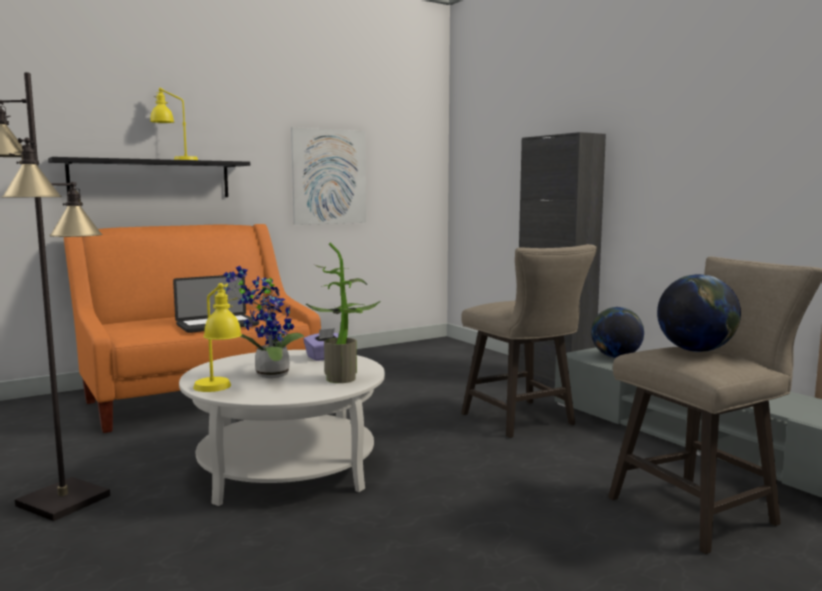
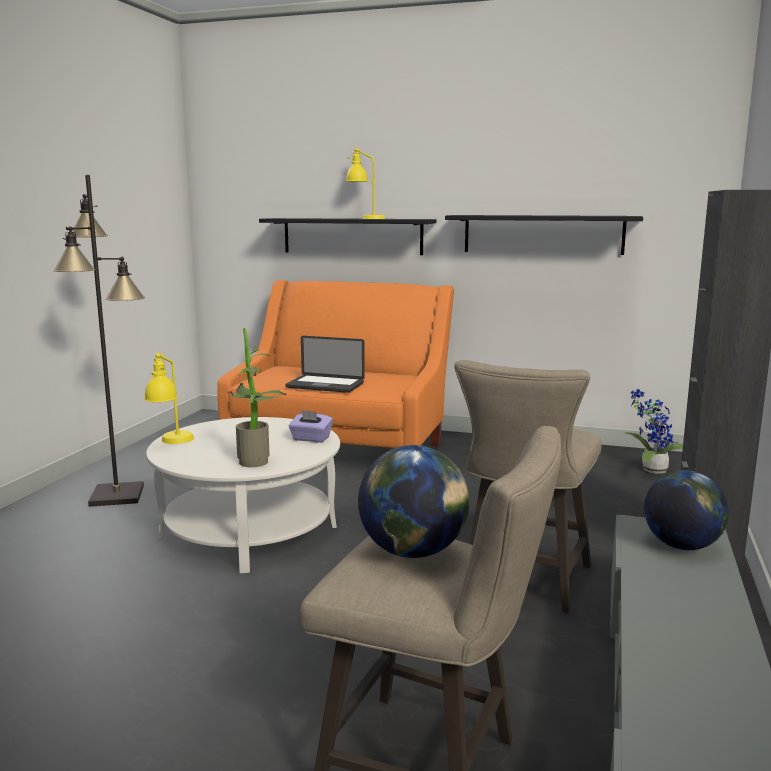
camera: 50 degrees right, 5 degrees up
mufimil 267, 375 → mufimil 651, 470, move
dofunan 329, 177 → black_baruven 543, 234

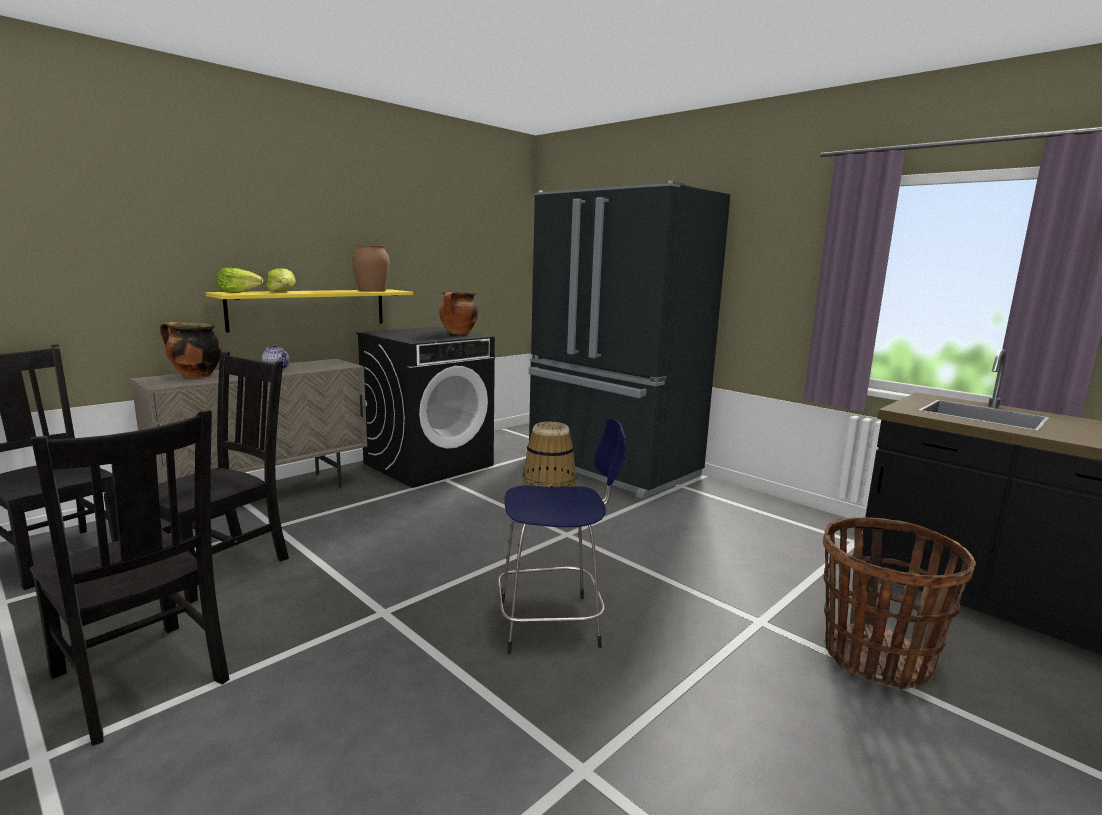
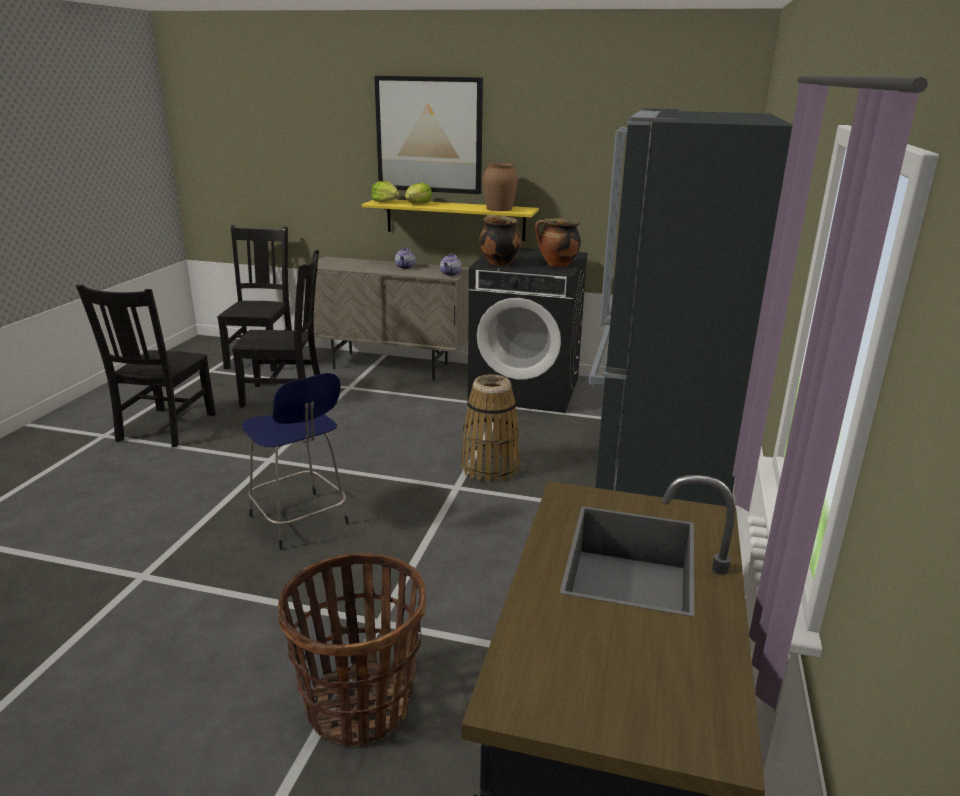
camera: 60 degrees right, 10 degrees up
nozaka 195, 375 → nozaka 498, 263, move
- → dofunan 429, 135
- → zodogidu 450, 274

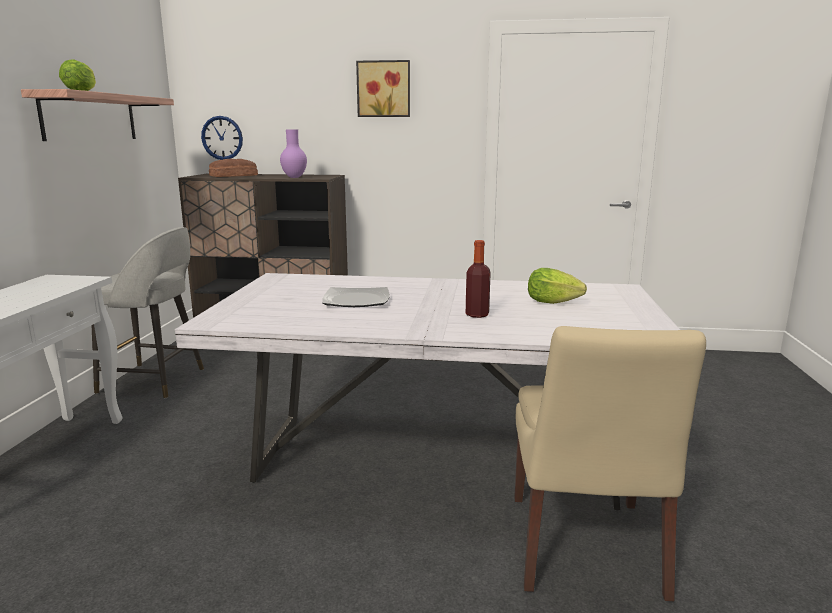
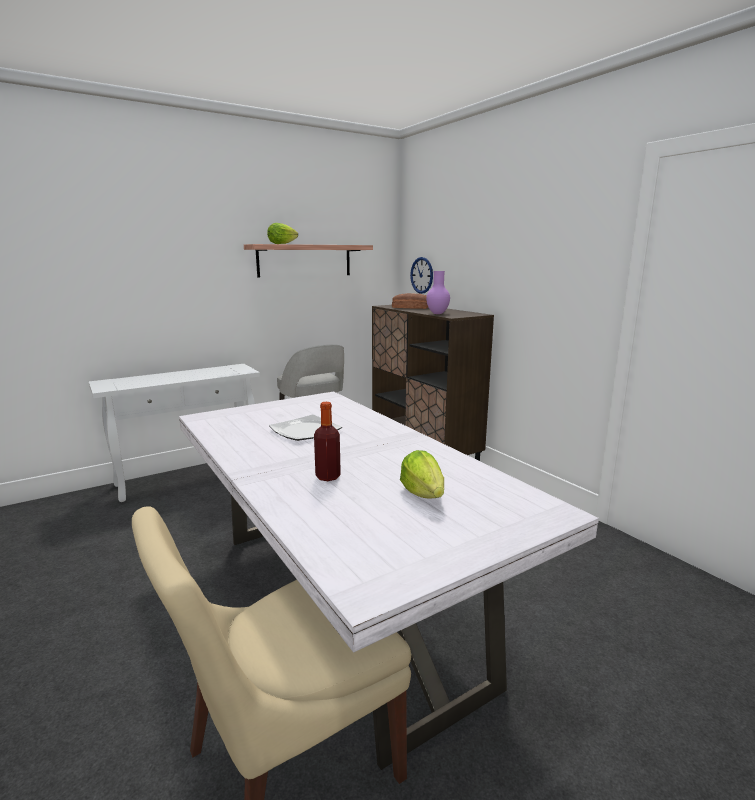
camera: 50 degrees right, 0 degrees up
dofunan 384, 89 → -

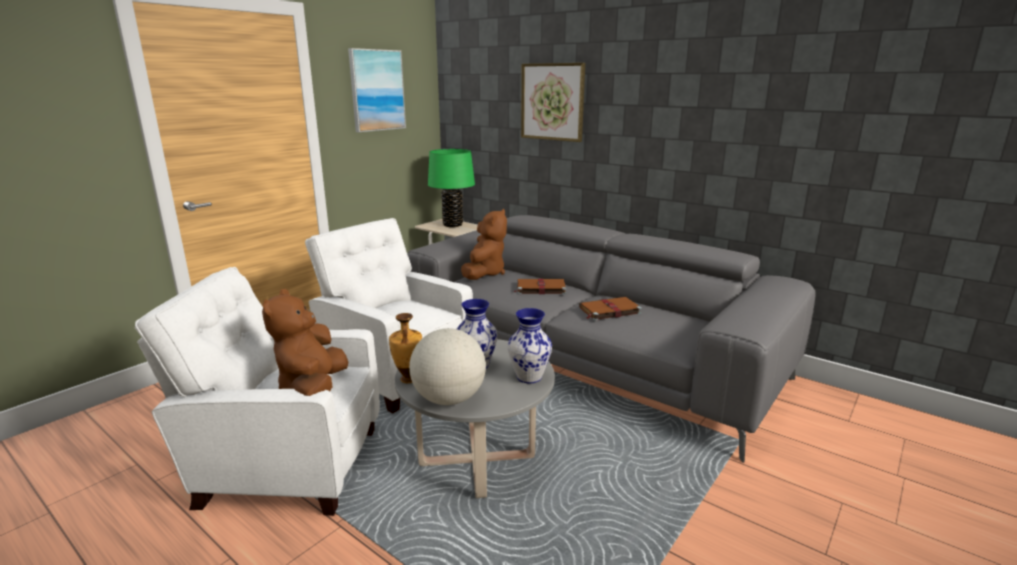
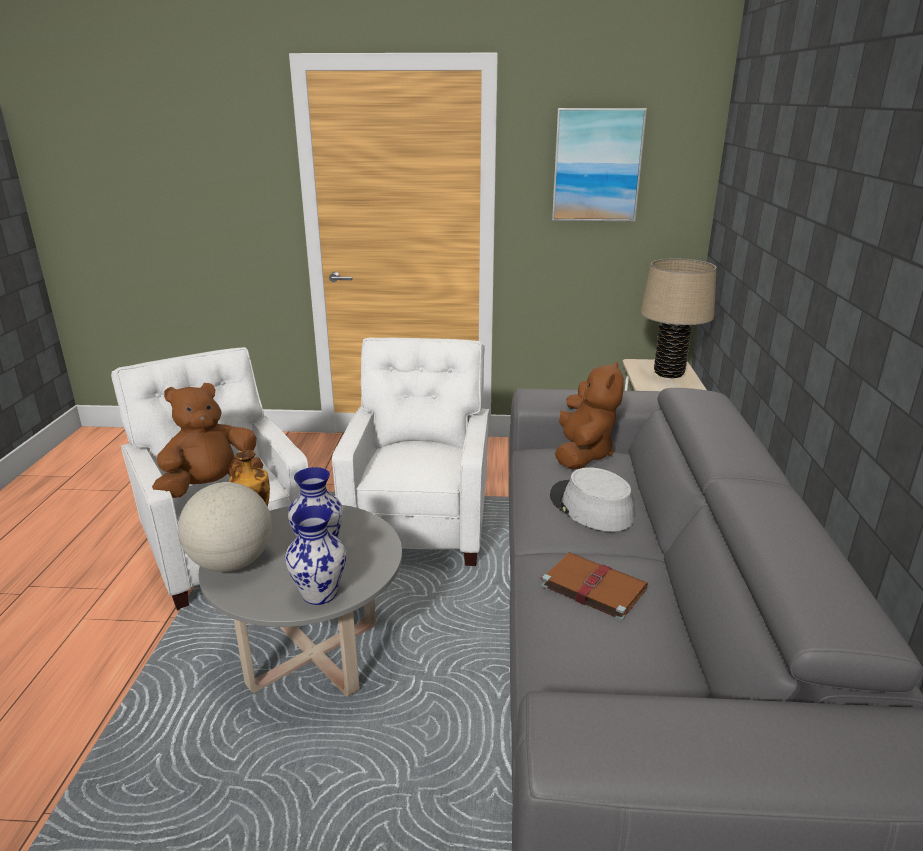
camera: 55 degrees right, 5 degrees up
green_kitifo 452, 225 → beige_kitifo 668, 373
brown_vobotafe 484, 273 → brown_vobotafe 582, 454, 60 degrees counterclockwise
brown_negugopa 540, 288 → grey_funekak 590, 507
dofunan 552, 102 → -

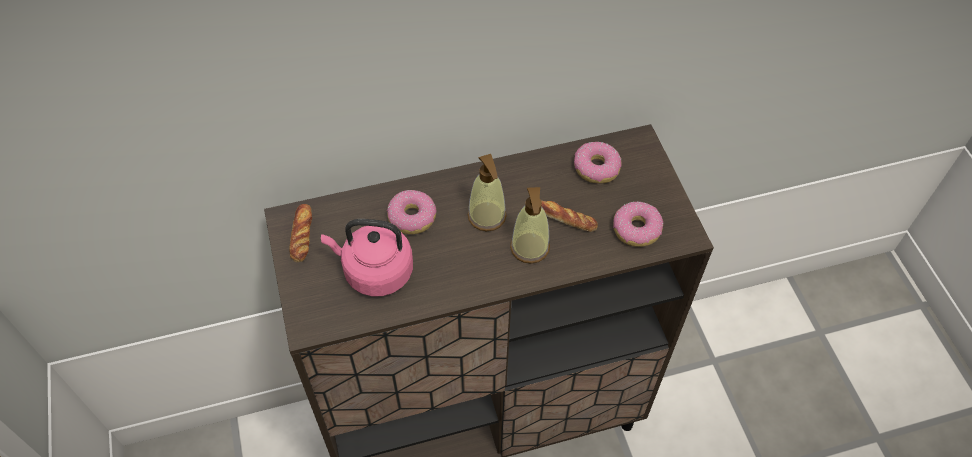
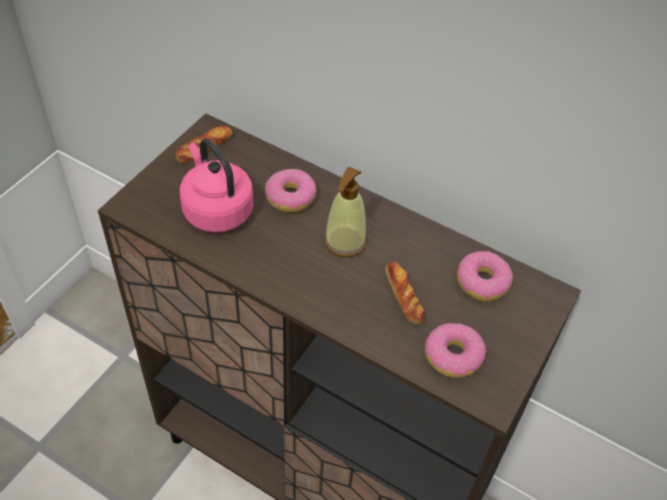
camera: 45 degrees right, 5 degrees down
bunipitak 529, 248 → -

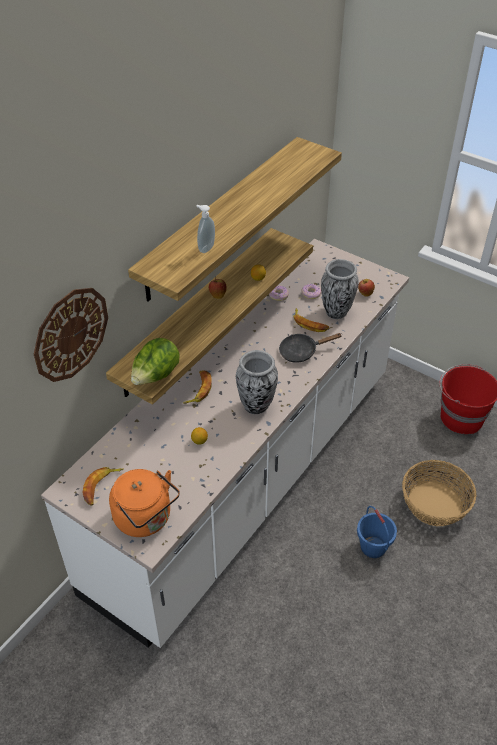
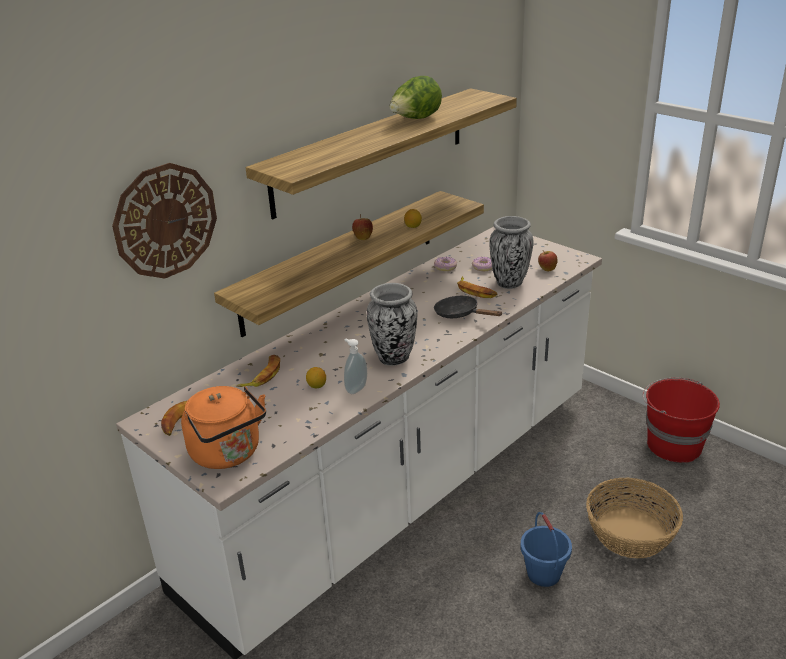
camera: 10 degrees right, 15 degrees down
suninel 156, 376 → suninel 415, 120, move
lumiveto 198, 389 → lumiveto 262, 375, move
bunipitak 205, 248 → bunipitak 355, 389, move
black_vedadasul 301, 351 → black_vedadasul 460, 314, 45 degrees clockwise

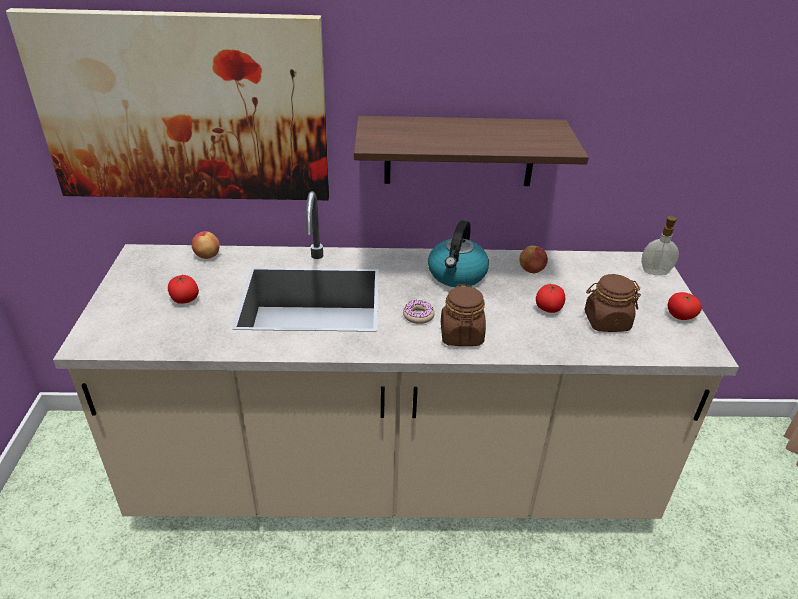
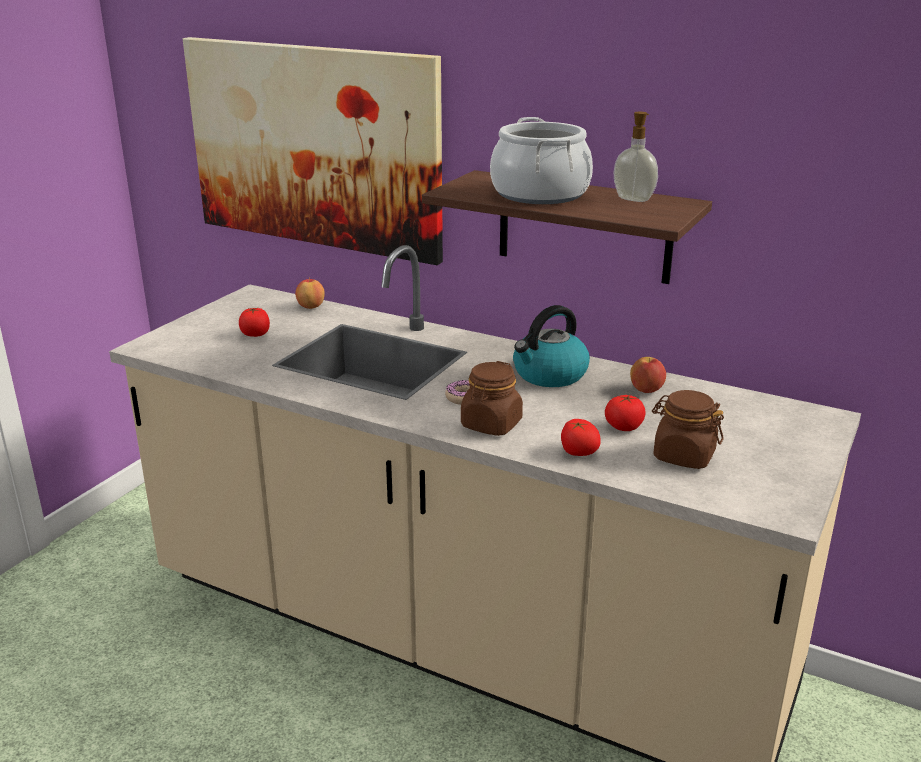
camera: 30 degrees right, 10 degrees down
bunipitak 654, 272 → bunipitak 634, 199, move
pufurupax 680, 316 → pufurupax 578, 452, move
- → nozaka 540, 194

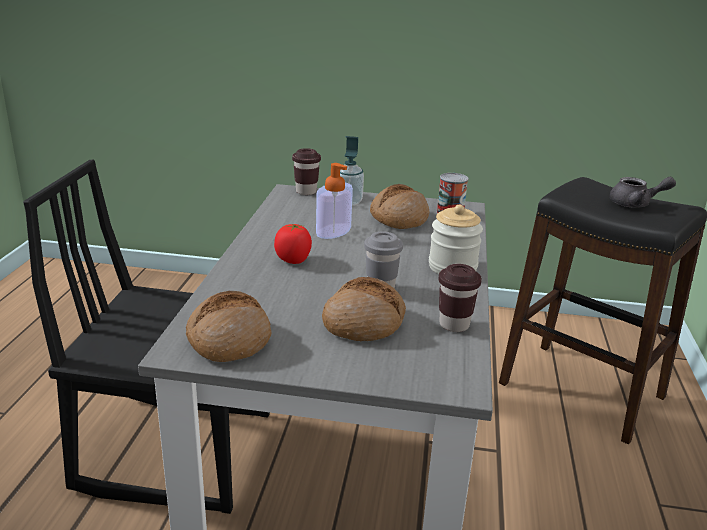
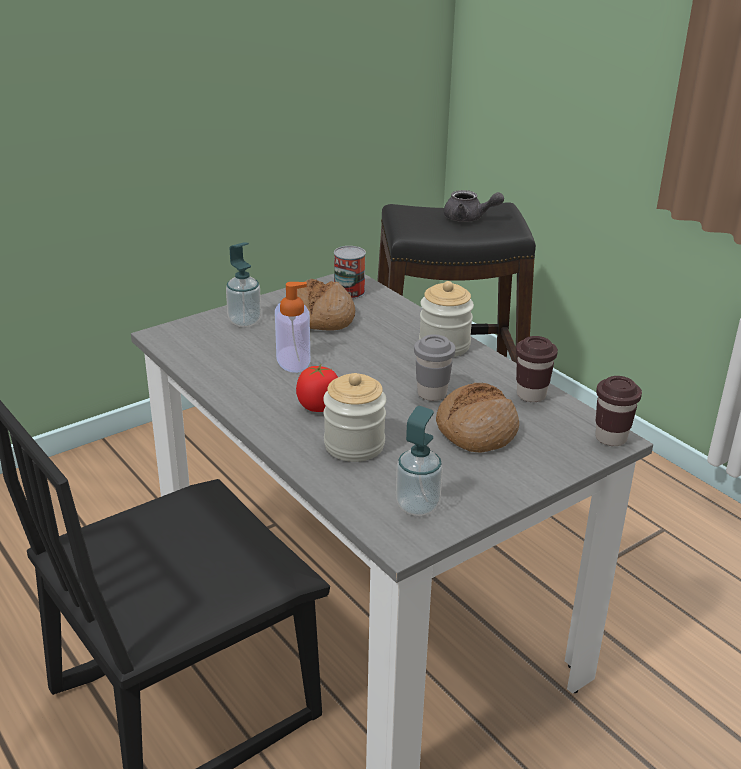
camera: 45 degrees left, 5 degrees up
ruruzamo 229, 339 → bunipitak 417, 506
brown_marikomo 306, 192 → brown_marikomo 611, 438, move
grey_zodogidu 635, 204 → grey_zodogidu 468, 218, 60 degrees clockwise
- → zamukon 354, 445

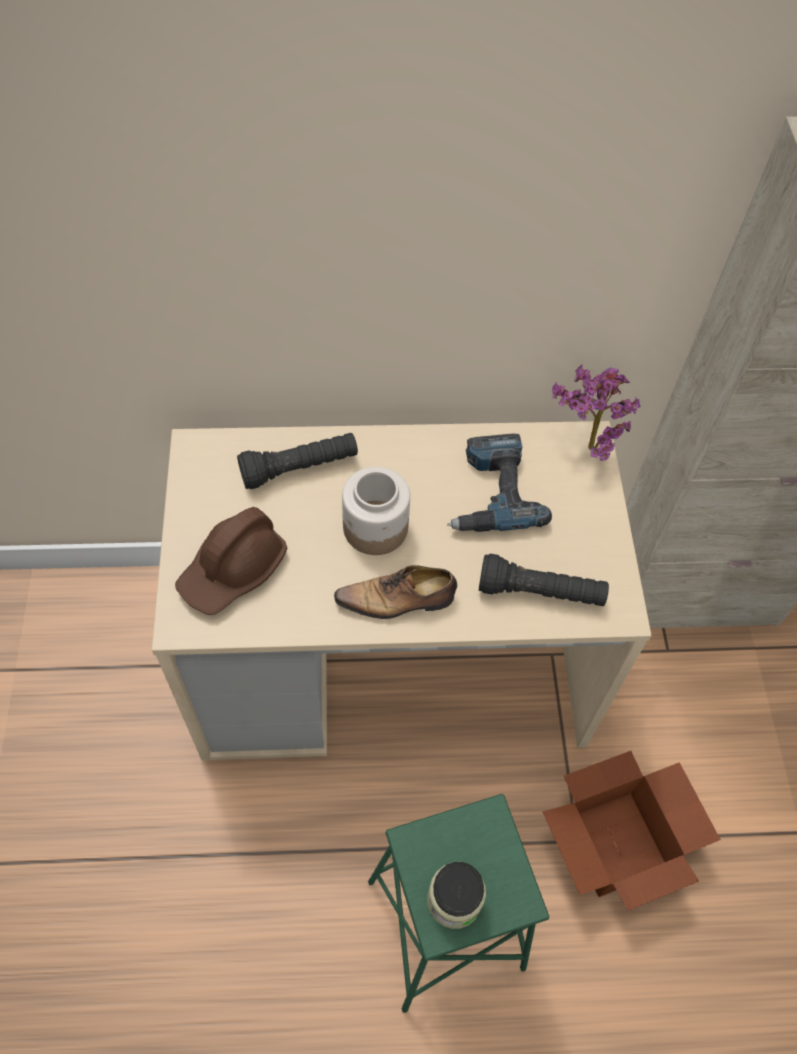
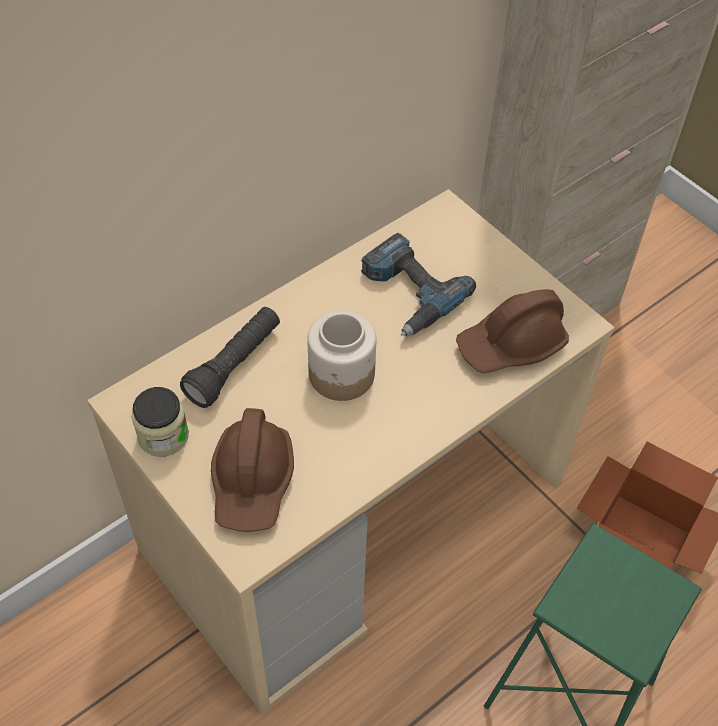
camera: 35 degrees left, 5 degrees down
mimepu 398, 600 → -
zamukon 454, 900 → zamukon 163, 436, move
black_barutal 540, 592 → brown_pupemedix 511, 345
mufimil 585, 444 → -

